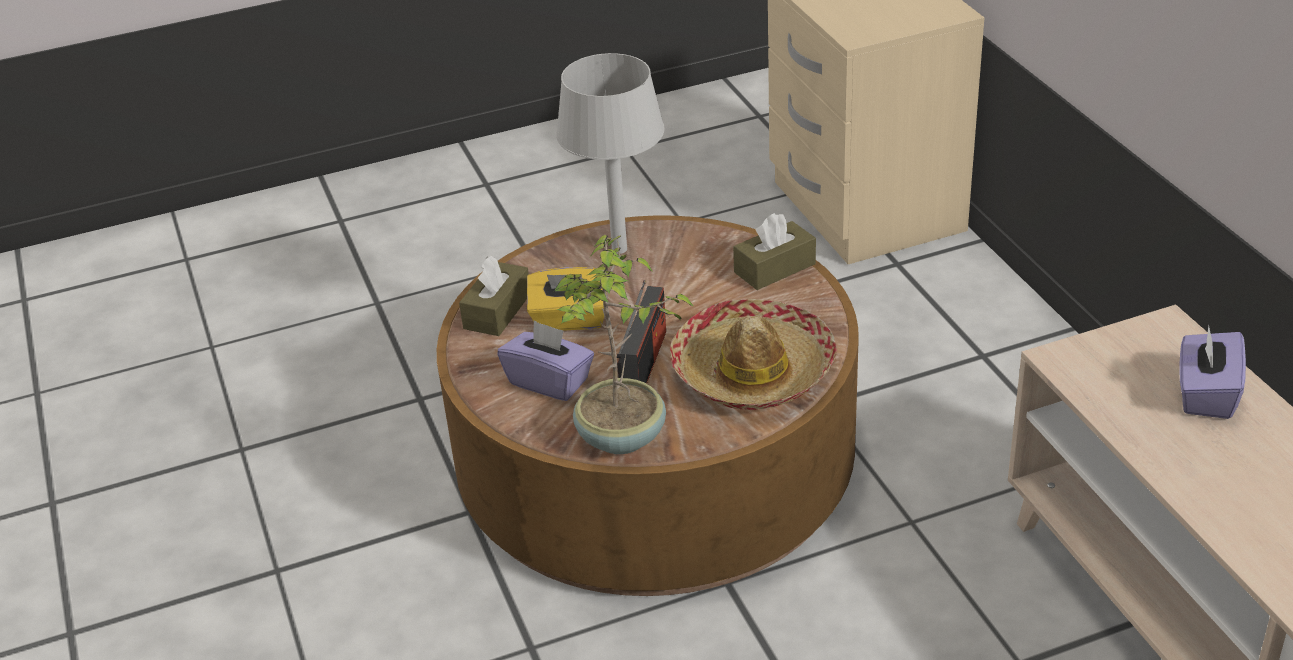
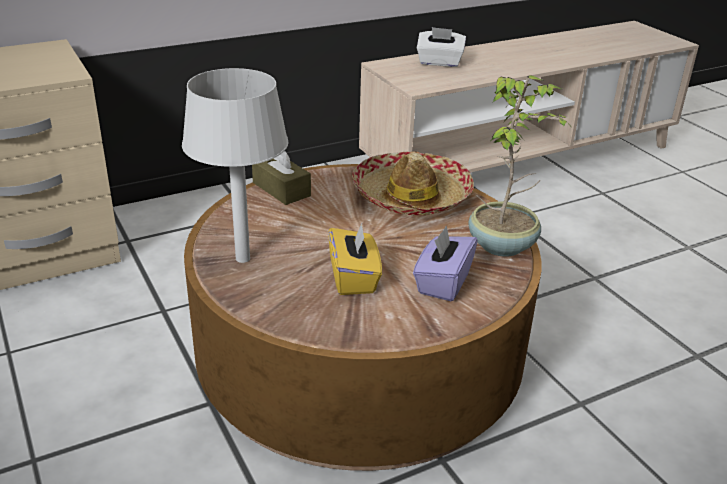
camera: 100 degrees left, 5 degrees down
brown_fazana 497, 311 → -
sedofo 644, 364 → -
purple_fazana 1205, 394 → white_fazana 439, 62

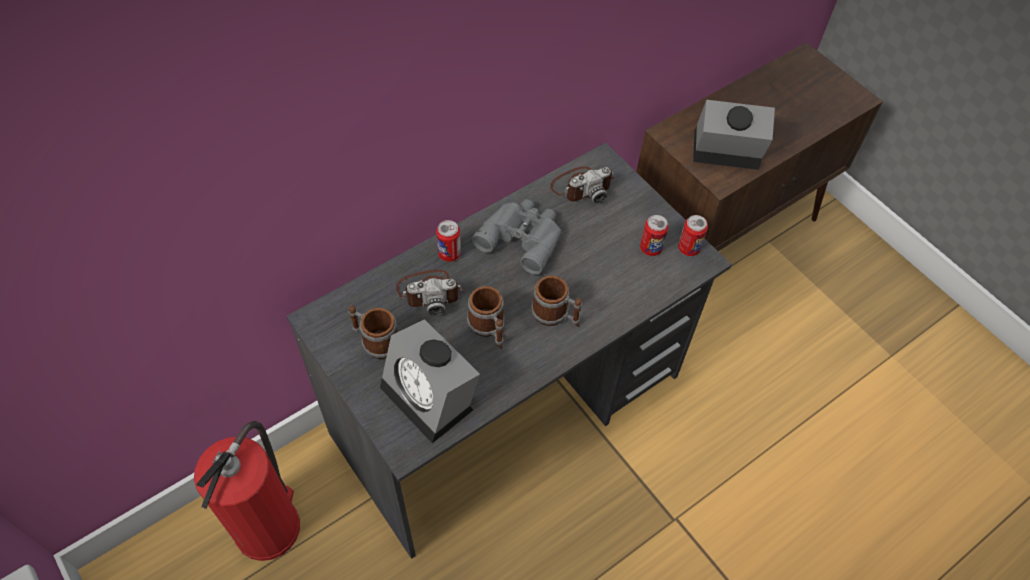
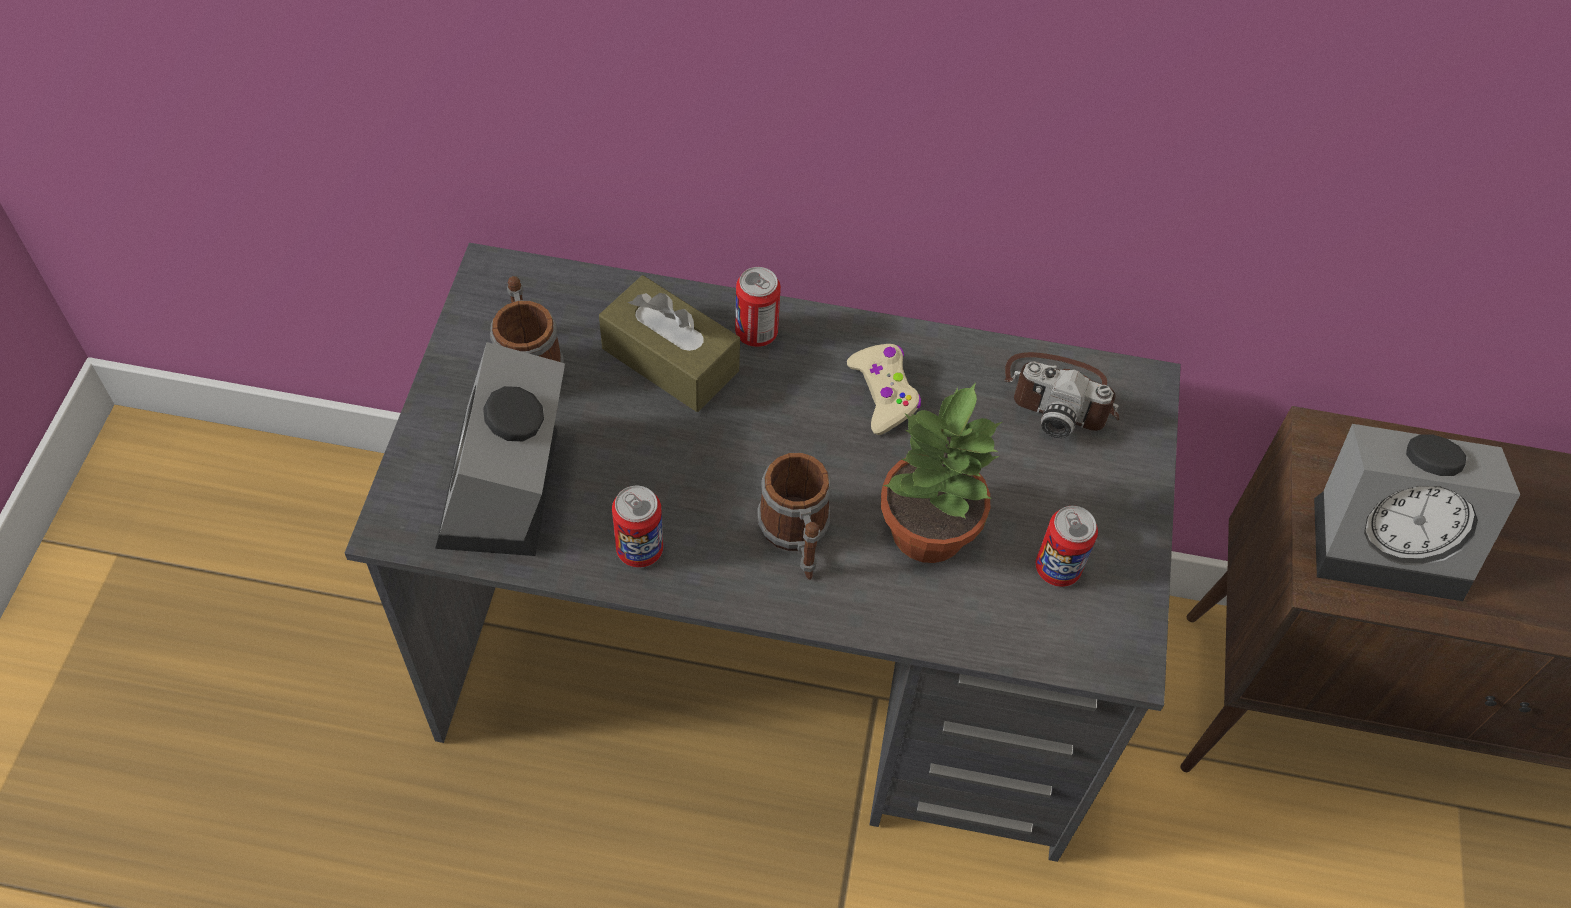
camera: 45 degrees right, 0 degrees up
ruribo 269, 526 → -
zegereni 430, 292 → brown_fazana 670, 360
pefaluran 489, 328 → -
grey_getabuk 522, 237 → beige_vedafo 884, 393
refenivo 688, 248 → refenivo 639, 549, move
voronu 723, 152 → voronu 1391, 542, 135 degrees clockwise
- → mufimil 926, 531

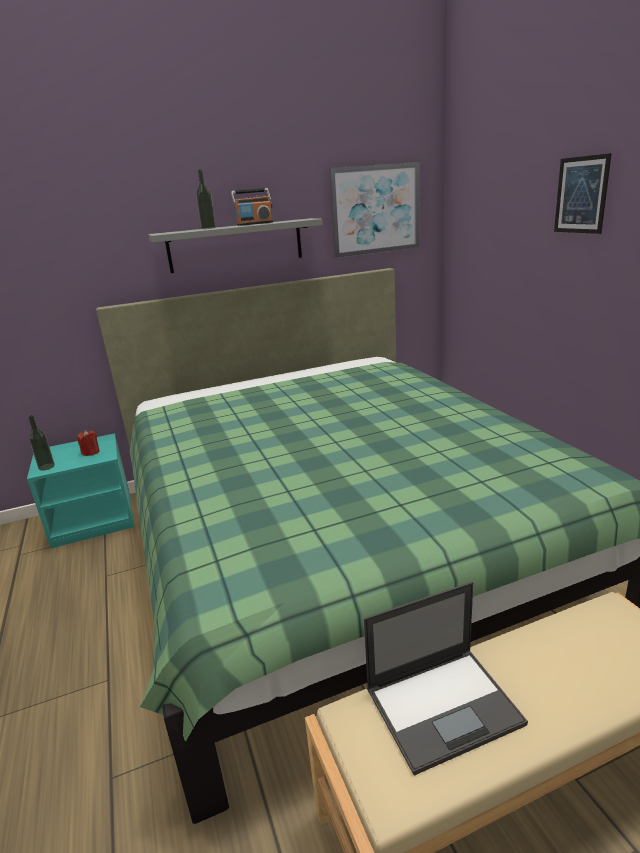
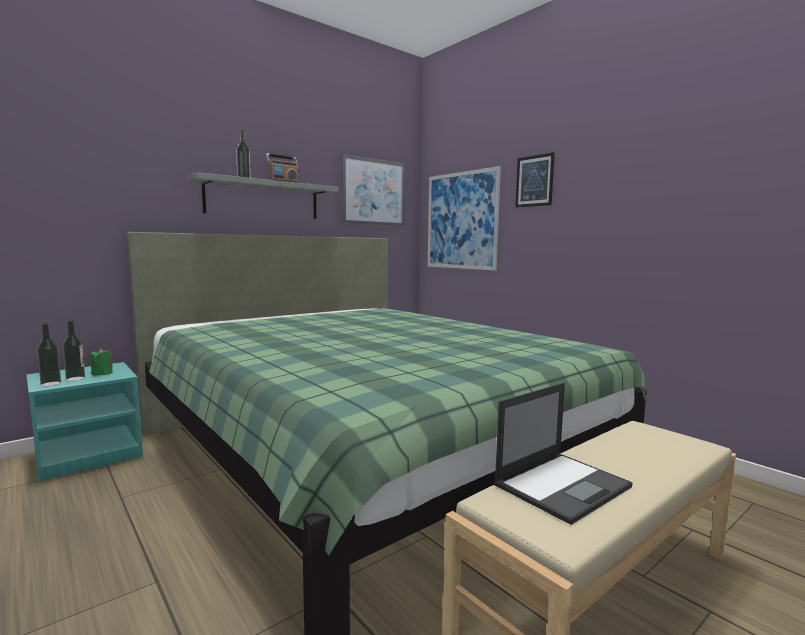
camera: 20 degrees left, 15 degrees down
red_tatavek 91, 452 → green_tatavek 102, 373
- → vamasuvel 75, 379
- → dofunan 461, 220

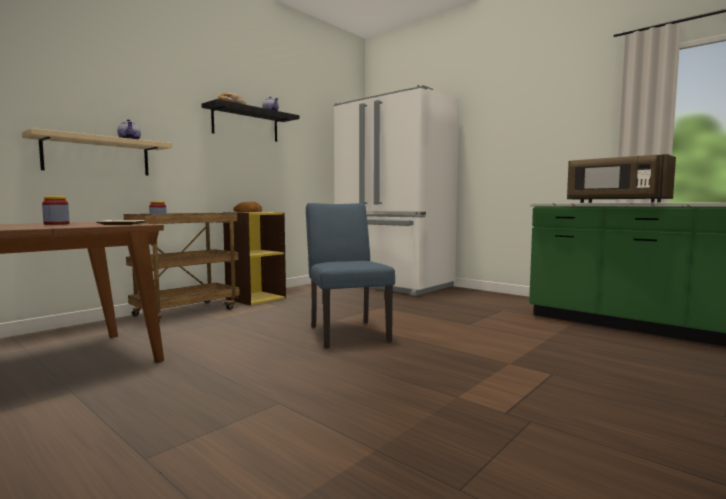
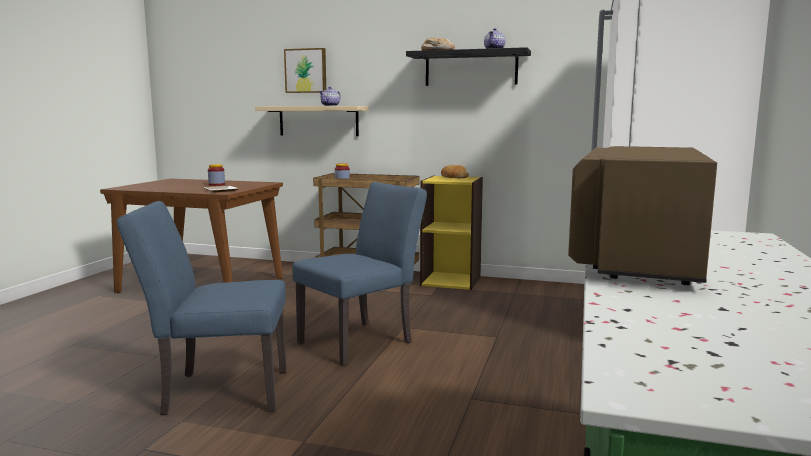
camera: 65 degrees right, 5 degrees up
- → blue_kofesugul 216, 391
- → dofunan 306, 71

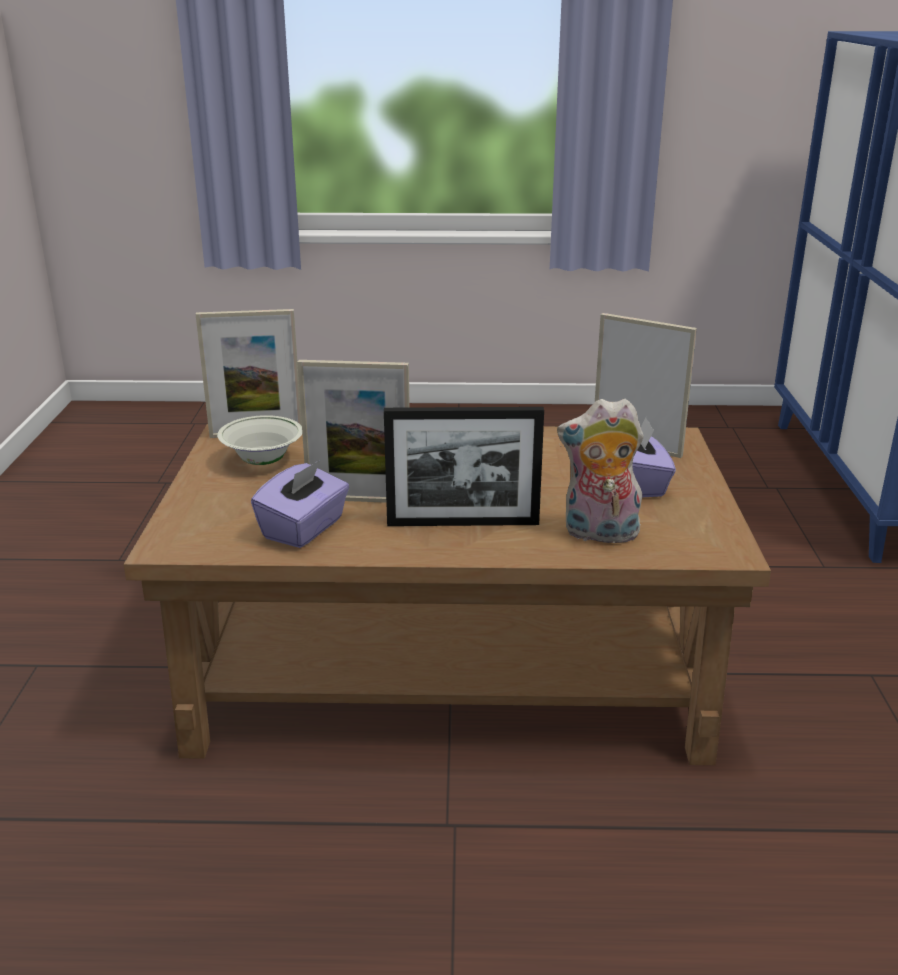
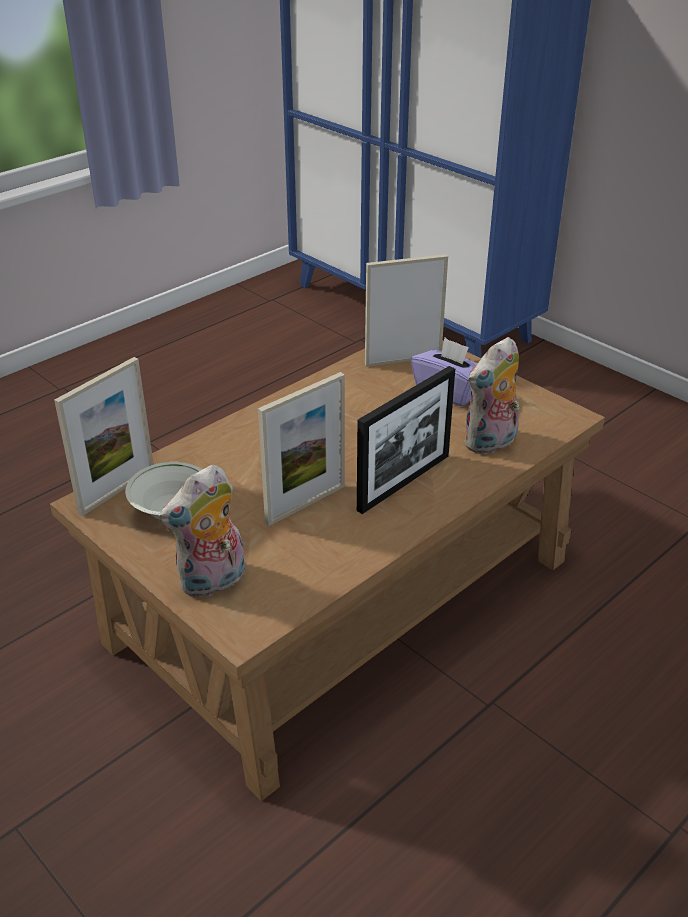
camera: 45 degrees left, 10 degrees up
purple_fazana 304, 529 → -
- → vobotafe 213, 582

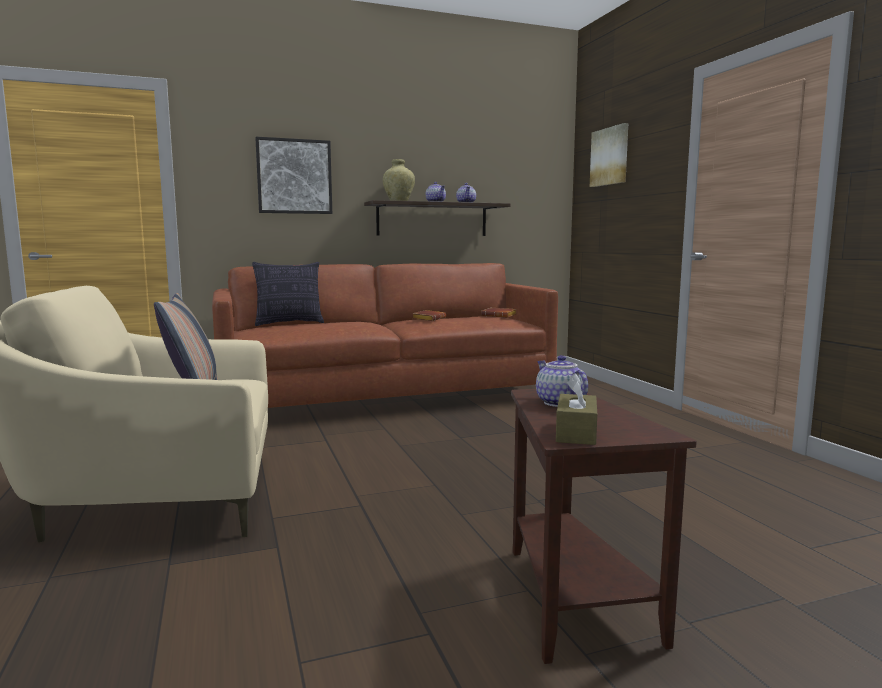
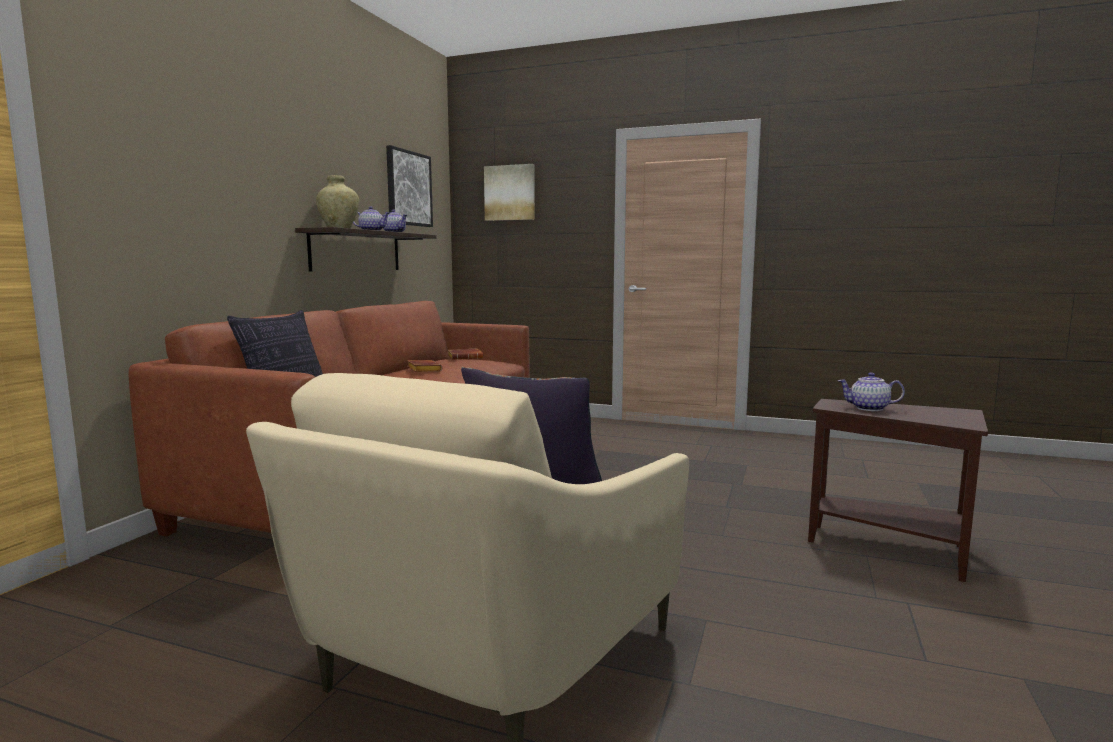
camera: 50 degrees left, 0 degrees up
dofunan 294, 176 → dofunan 408, 188, move
brown_fazana 576, 432 → -

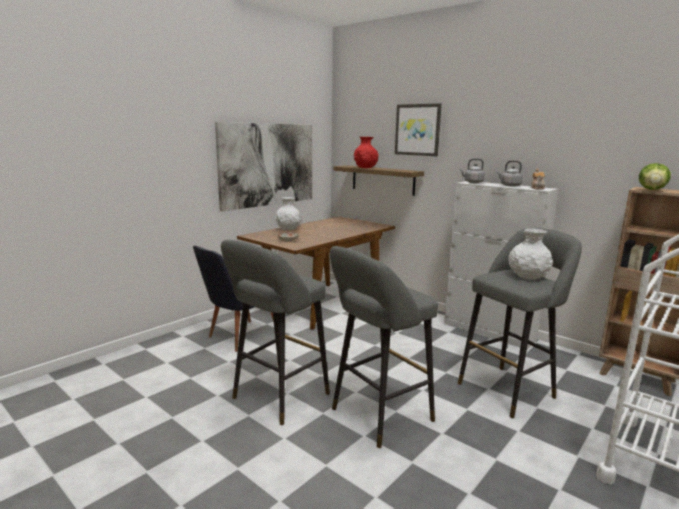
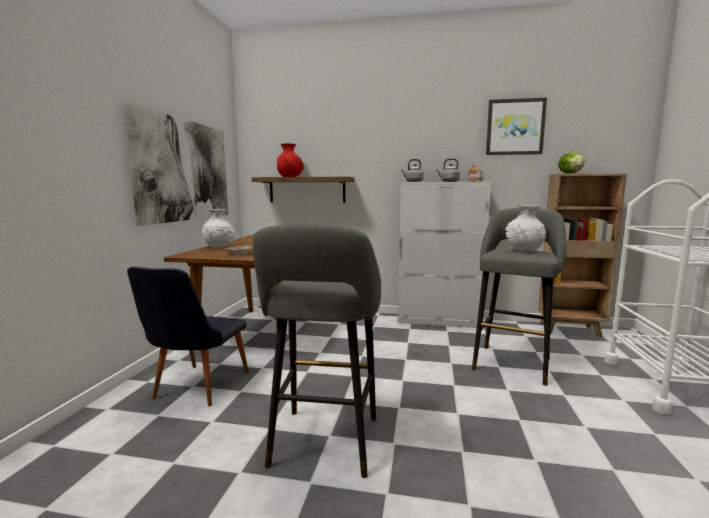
camera: 30 degrees left, 5 degrees down
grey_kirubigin 377, 416 → -
dofunan 417, 130 → dofunan 515, 127, move

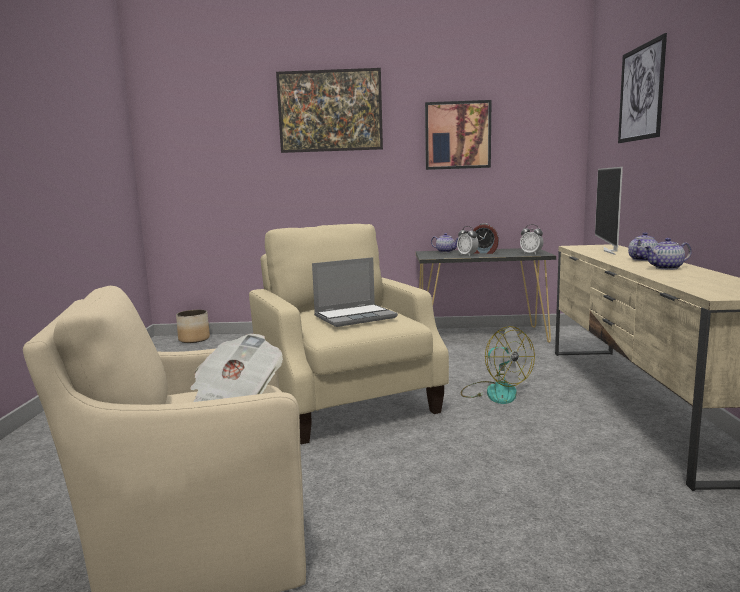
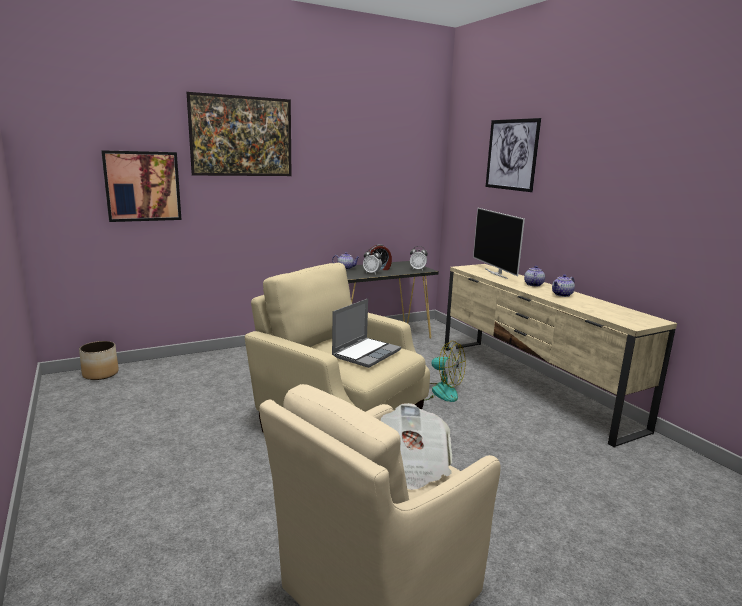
camera: 30 degrees left, 5 degrees up
dofunan 457, 135 → dofunan 142, 186, move

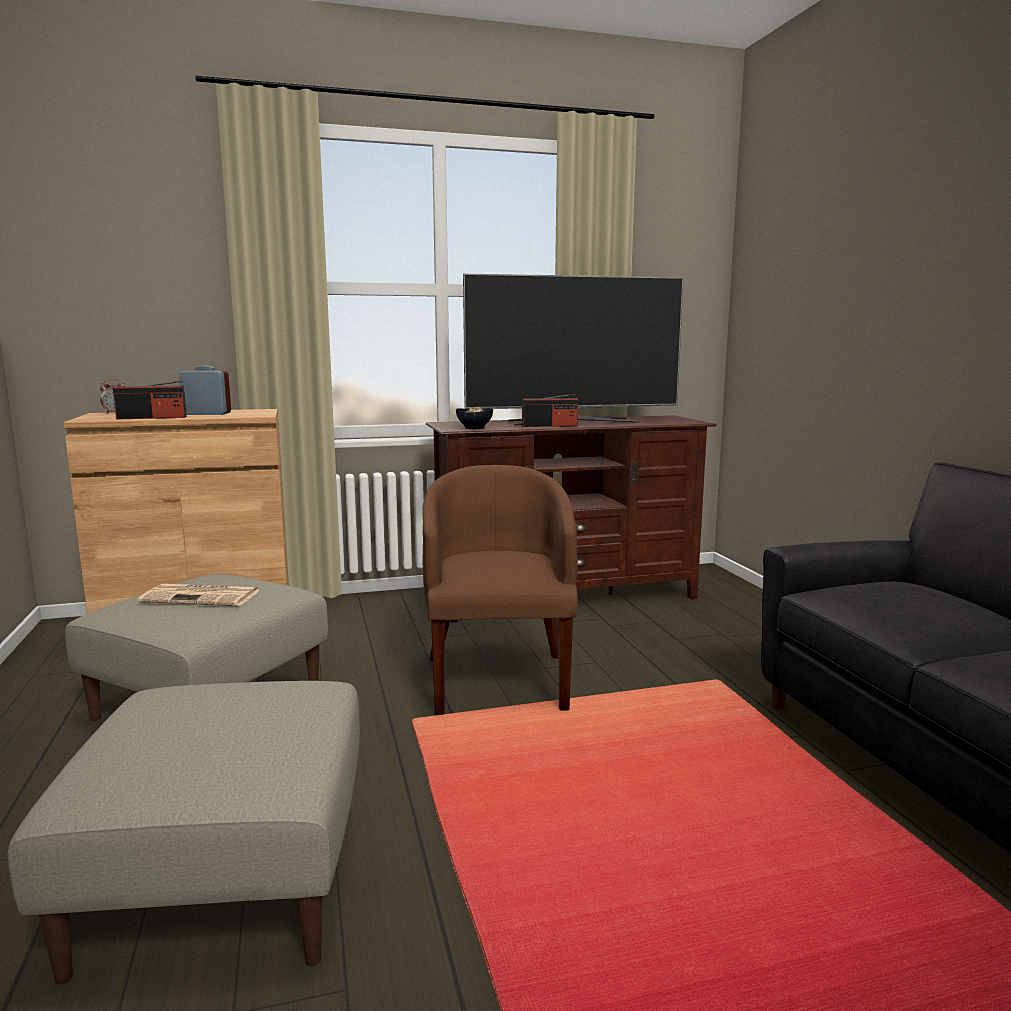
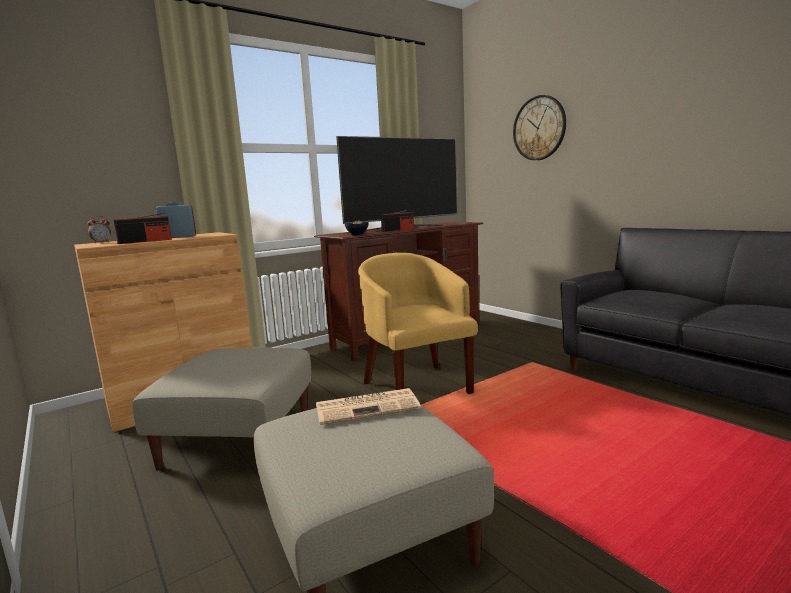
camera: 20 degrees left, 0 degrees up
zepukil 203, 596 → zepukil 368, 406, move
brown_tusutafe 499, 679 → yellow_tusutafe 416, 385
- → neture 539, 128

